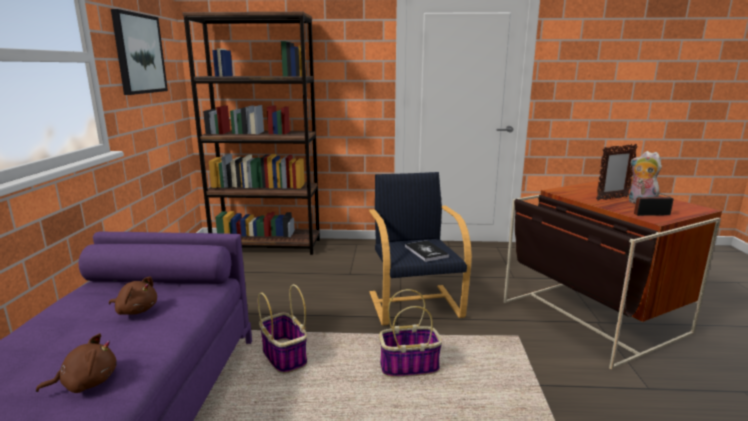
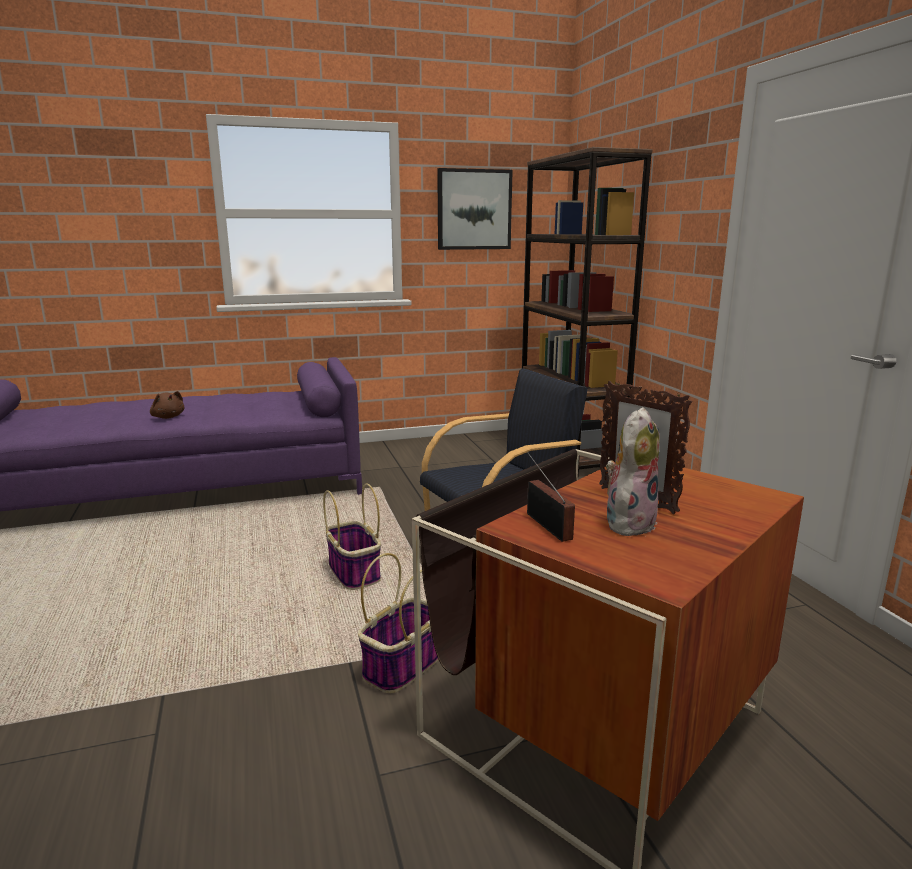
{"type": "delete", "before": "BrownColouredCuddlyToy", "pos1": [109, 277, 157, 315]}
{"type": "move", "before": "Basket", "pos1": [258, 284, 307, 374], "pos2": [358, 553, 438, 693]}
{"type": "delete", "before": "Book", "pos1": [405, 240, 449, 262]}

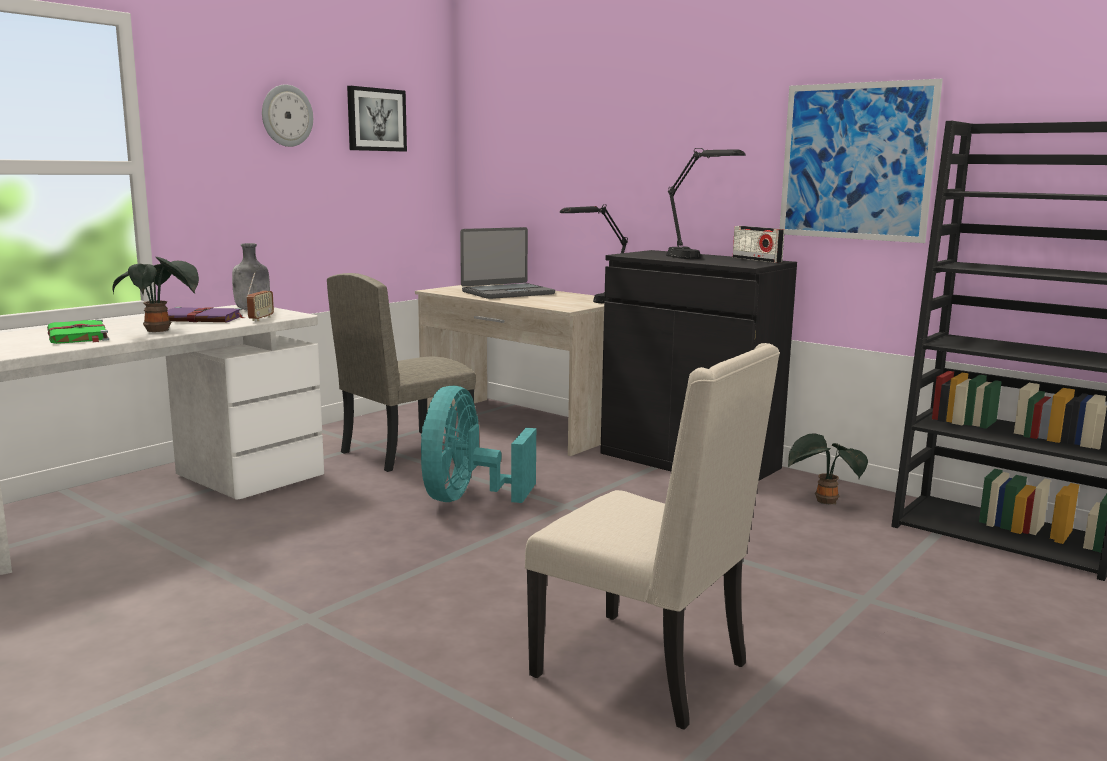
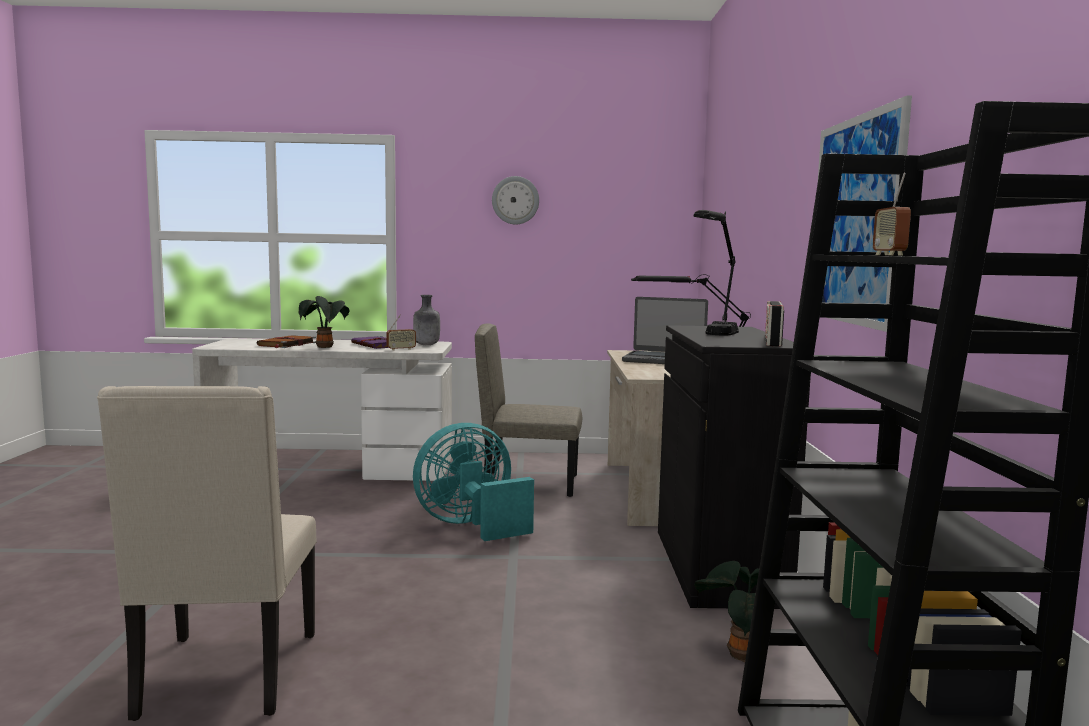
{"type": "recolor", "before": "GreenishBook", "after": "BrownColouredBook", "pos1": [47, 319, 109, 344], "pos2": [257, 335, 316, 348]}
{"type": "delete", "before": "Picture", "pos1": [347, 86, 407, 152]}
{"type": "insert", "after": "RadioReceiver", "pos2": [873, 173, 911, 256]}

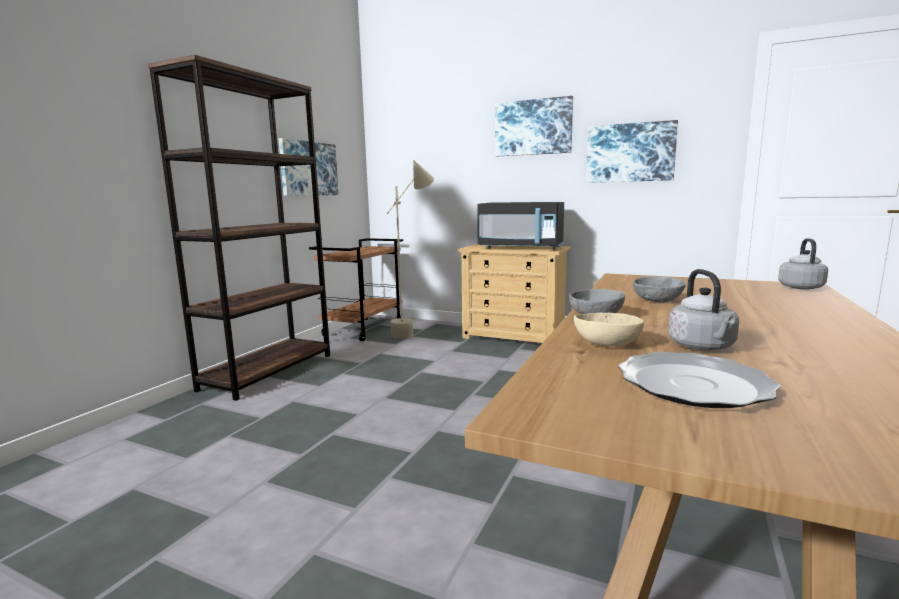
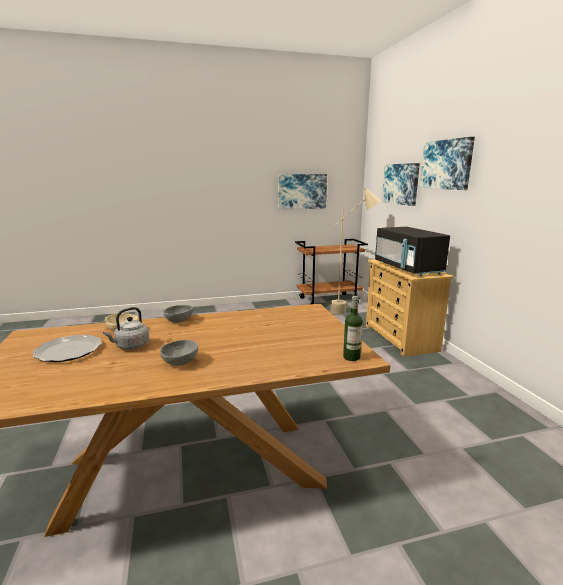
{"type": "delete", "before": "BrownColouredBookshelf", "pos1": [148, 55, 330, 401]}
{"type": "move", "before": "Picture", "pos1": [586, 120, 678, 183], "pos2": [382, 163, 420, 206]}
{"type": "move", "before": "GreyishDeepDish", "pos1": [633, 276, 686, 302], "pos2": [160, 340, 198, 366]}
{"type": "replace", "before": "GreyishWaterKettle", "after": "DrinkBottle", "pos1": [778, 238, 828, 290], "pos2": [343, 296, 363, 361]}

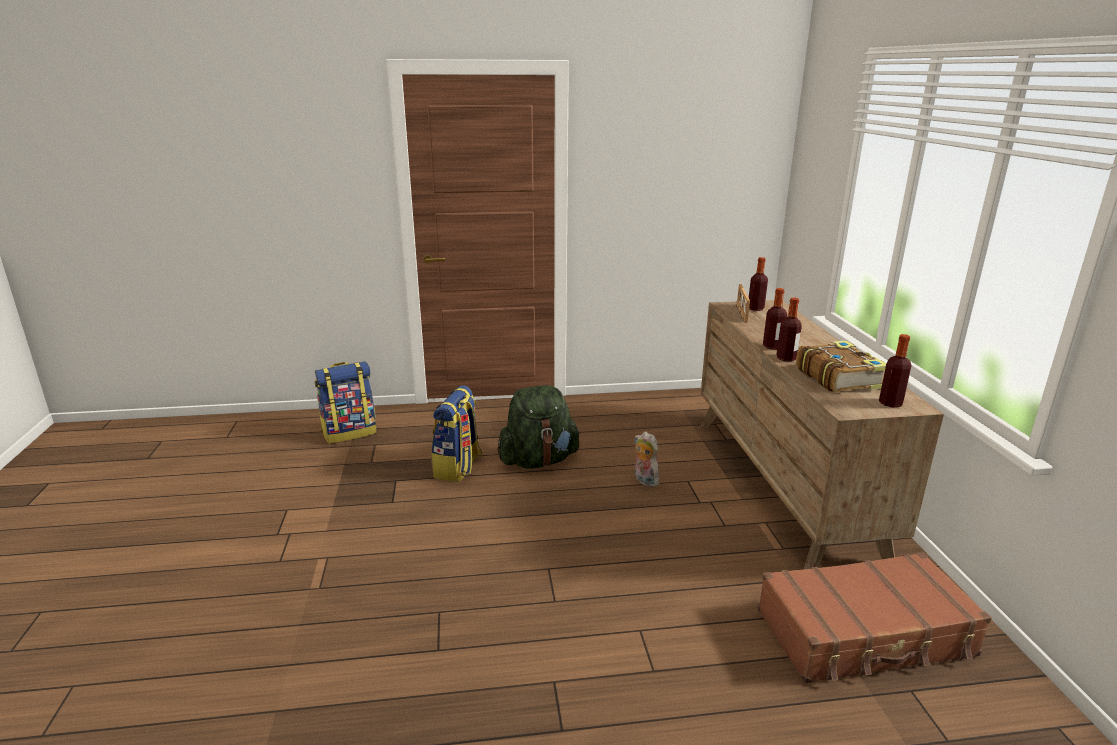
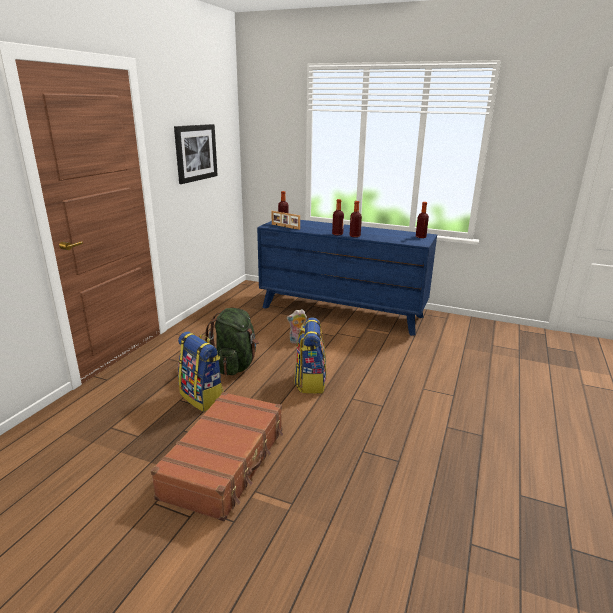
{"type": "move", "before": "Knapsack", "pos1": [315, 361, 377, 444], "pos2": [294, 317, 326, 394]}
{"type": "recolor", "before": "BrownColouredDrawerChest", "after": "BlueDrawerChest", "pos1": [701, 300, 944, 569], "pos2": [257, 220, 437, 336]}
{"type": "move", "before": "BrownColouredPieceOfLuggage", "pos1": [758, 552, 992, 683], "pos2": [151, 392, 283, 521]}
{"type": "delete", "before": "Book", "pos1": [796, 340, 886, 393]}
{"type": "insert", "after": "Picture", "pos2": [174, 124, 218, 184]}

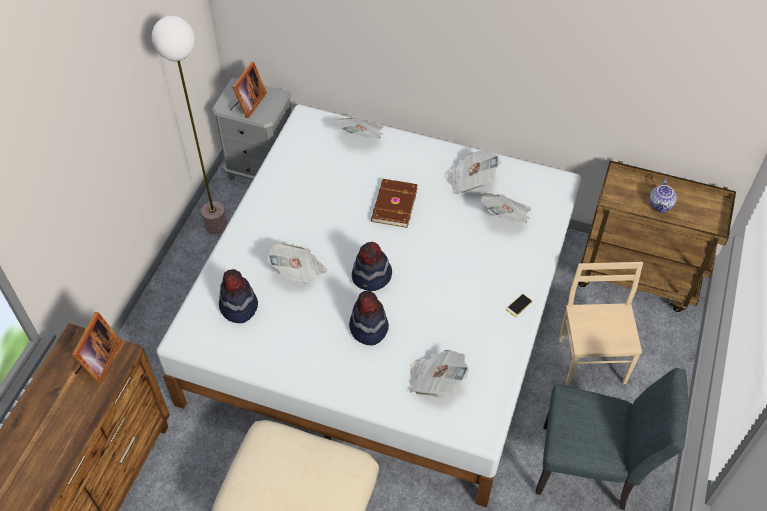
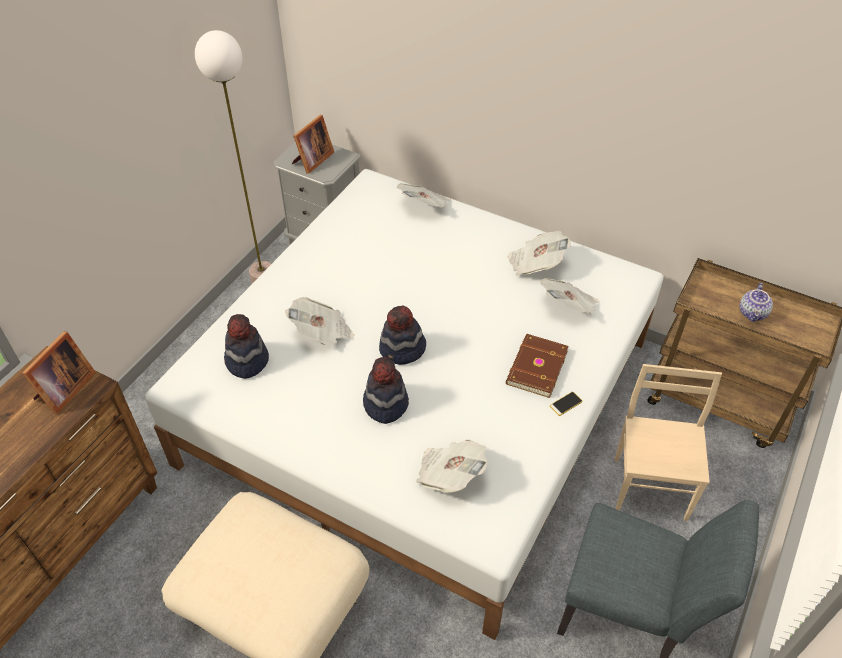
{"type": "move", "before": "BrownColouredBook", "pos1": [371, 179, 418, 228], "pos2": [506, 334, 569, 398]}

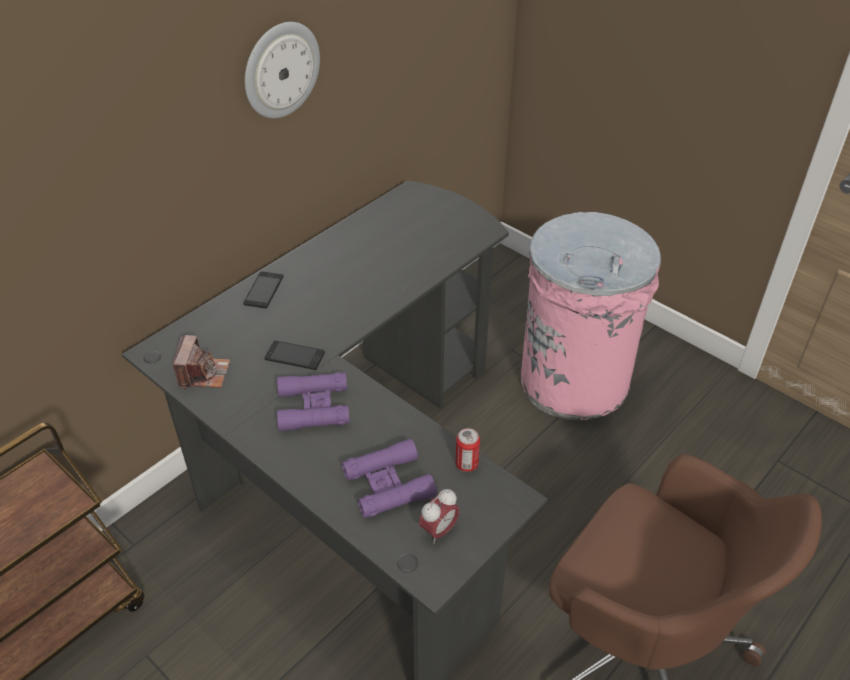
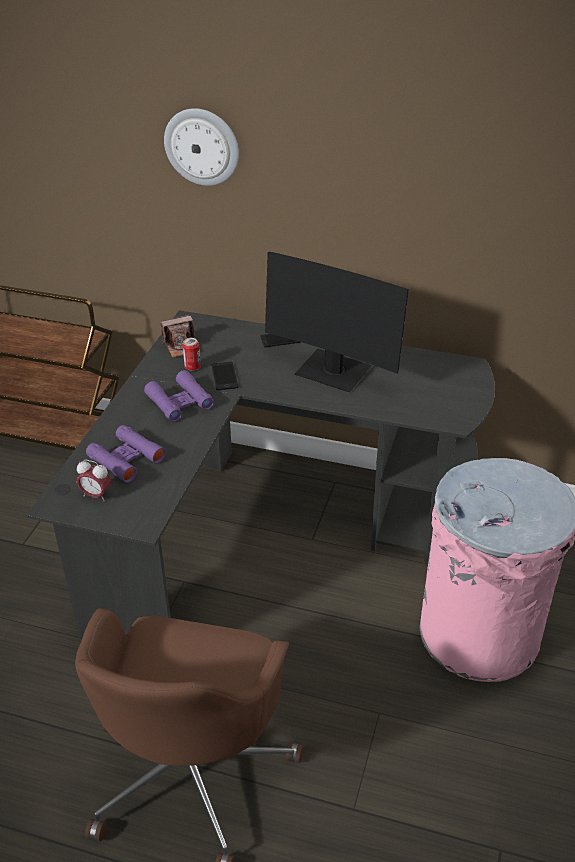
{"type": "move", "before": "HangingClock", "pos1": [245, 22, 320, 118], "pos2": [164, 108, 239, 186]}
{"type": "move", "before": "SealedCan", "pos1": [456, 428, 480, 472], "pos2": [183, 338, 201, 371]}
{"type": "insert", "after": "Monitor", "pos2": [265, 252, 409, 392]}

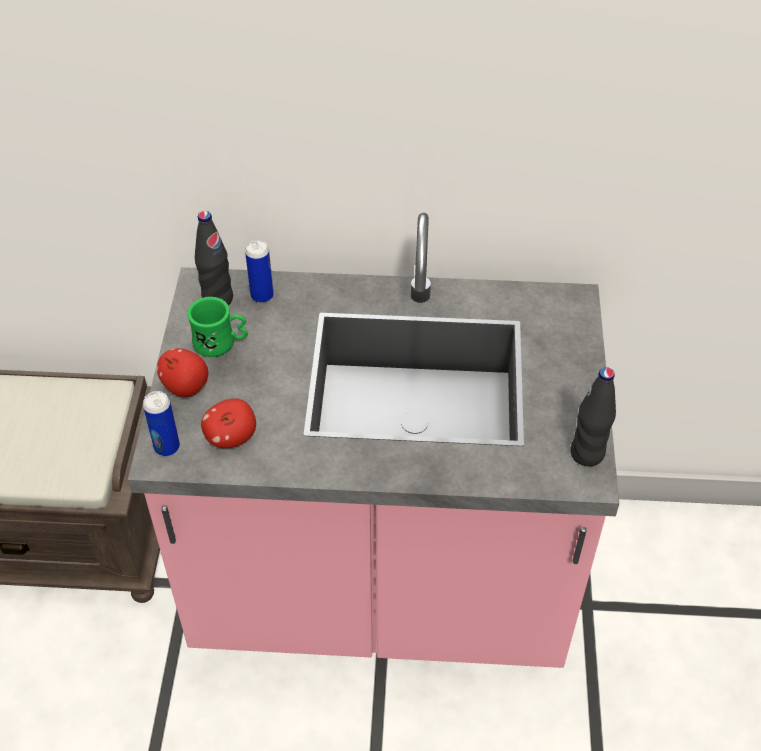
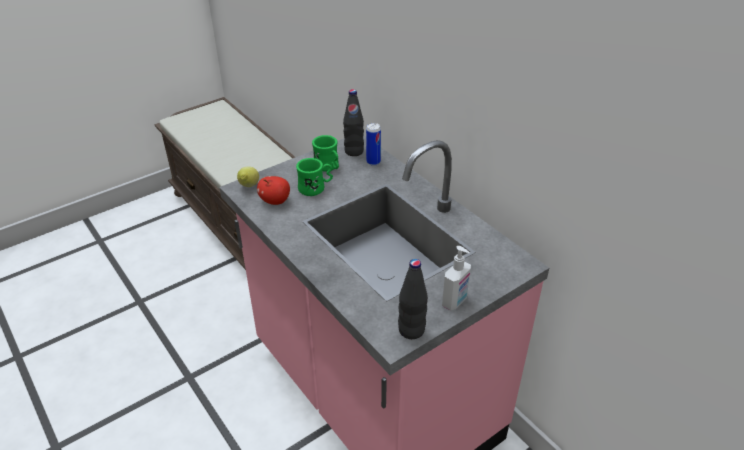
{"type": "replace", "before": "SealedCan", "after": "Lemon", "pos1": [143, 391, 180, 456], "pos2": [237, 167, 259, 187]}
{"type": "delete", "before": "AppleFruit", "pos1": [157, 348, 208, 397]}
{"type": "insert", "after": "GreenishCoffeeMug", "pos2": [296, 158, 333, 196]}
{"type": "insert", "after": "SoapBottle", "pos2": [442, 246, 471, 311]}

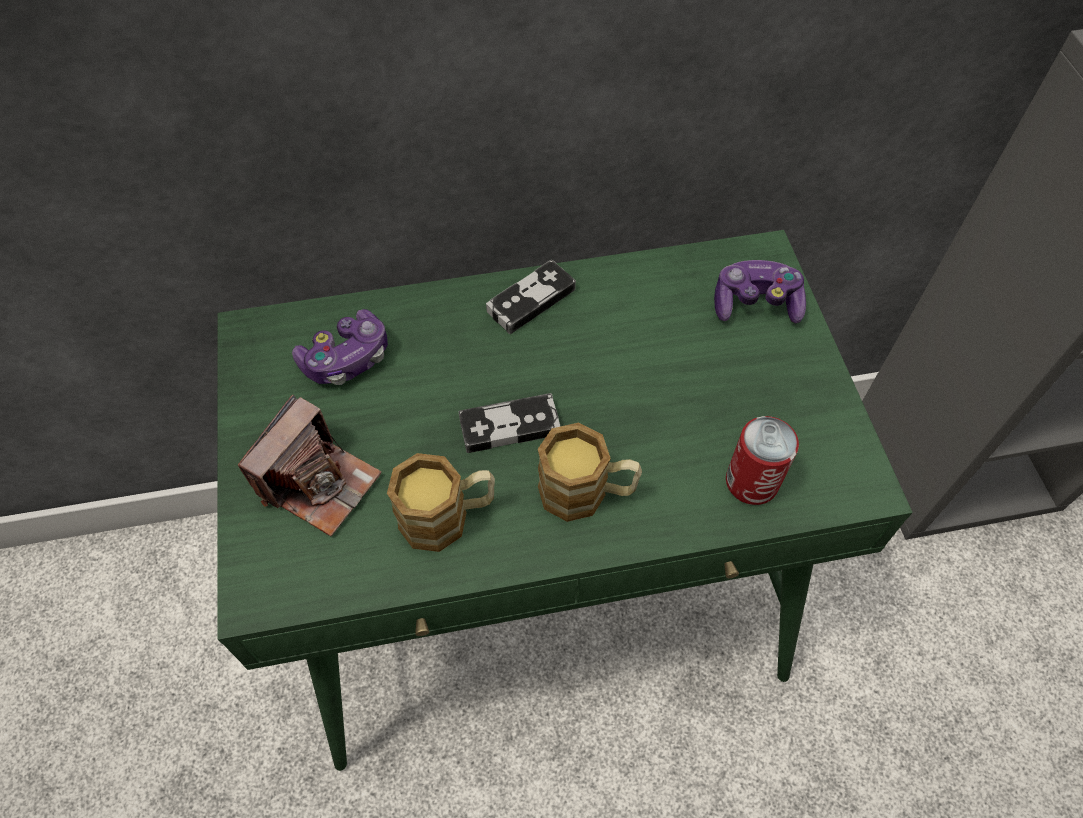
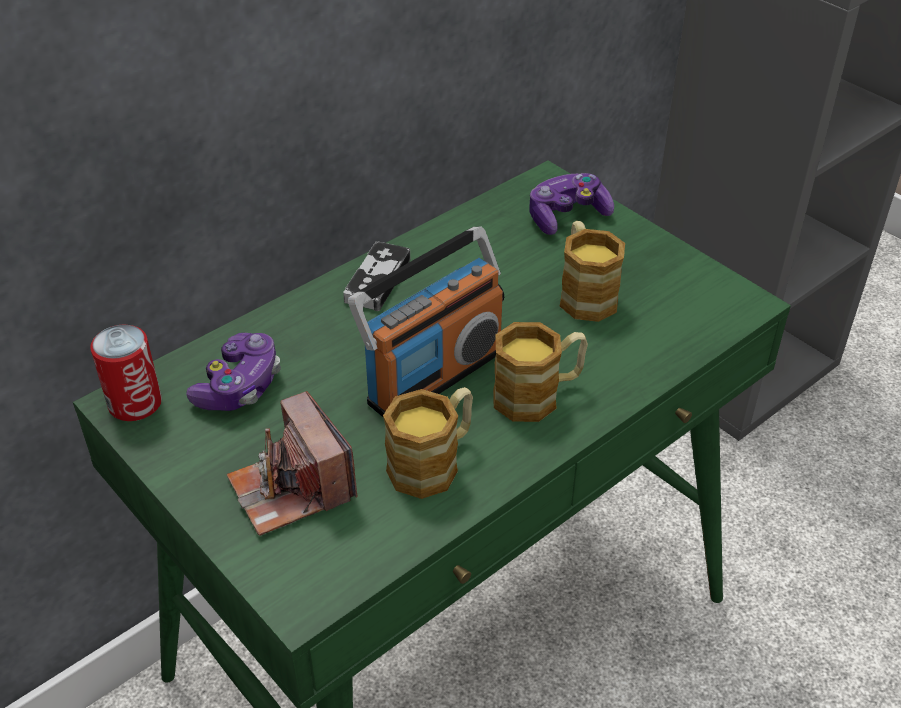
{"type": "rotate", "before": "StillCamera", "pos1": [238, 395, 382, 536], "pos2": [227, 391, 358, 536], "turn": 150}
{"type": "replace", "before": "Gamepad", "after": "RadioReceiver", "pos1": [459, 393, 560, 453], "pos2": [348, 226, 504, 417]}
{"type": "move", "before": "SealedCan", "pos1": [726, 416, 799, 505], "pos2": [90, 325, 162, 421]}
{"type": "insert", "after": "CoffeeMug", "pos2": [560, 221, 625, 322]}

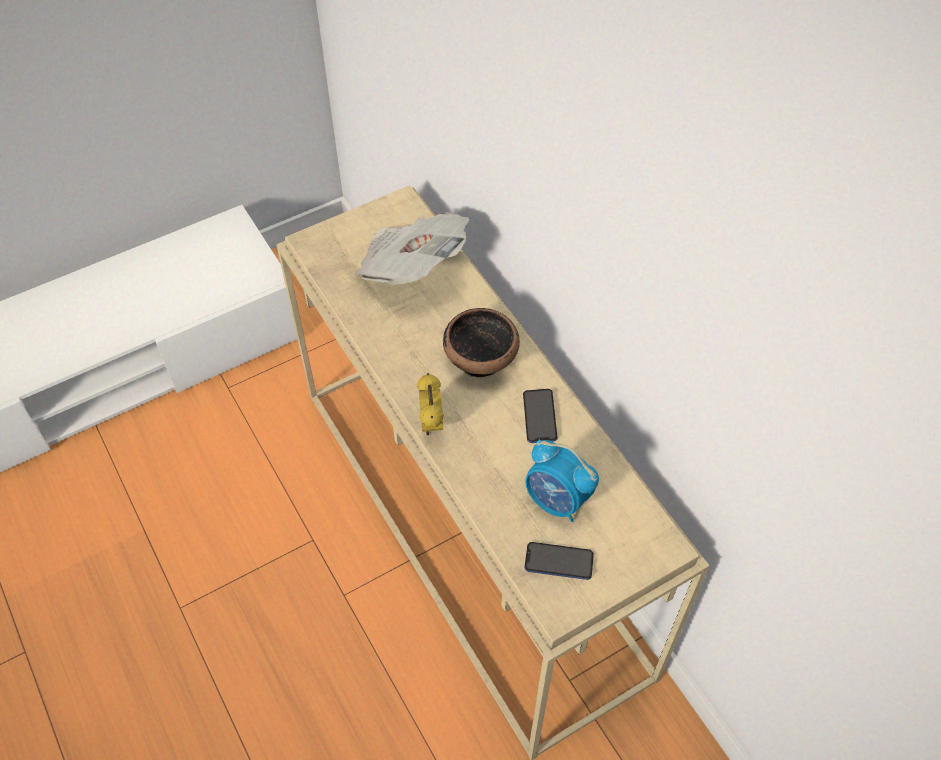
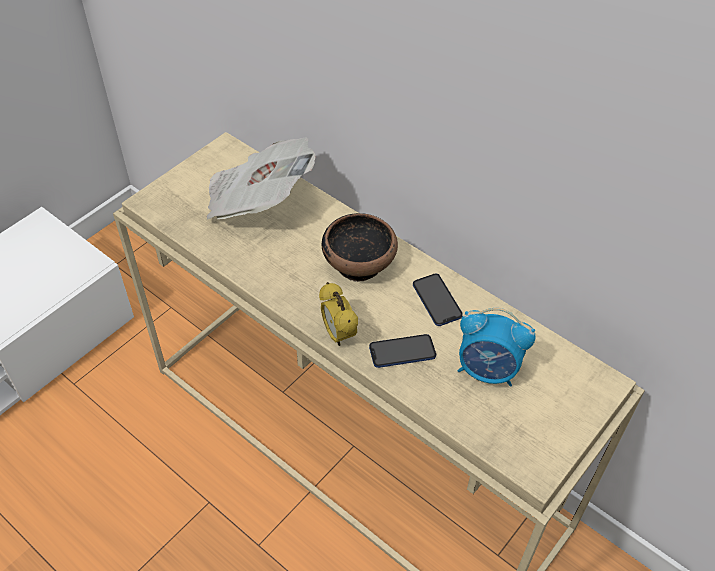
{"type": "move", "before": "Telephone", "pos1": [525, 542, 594, 580], "pos2": [369, 334, 436, 368]}

